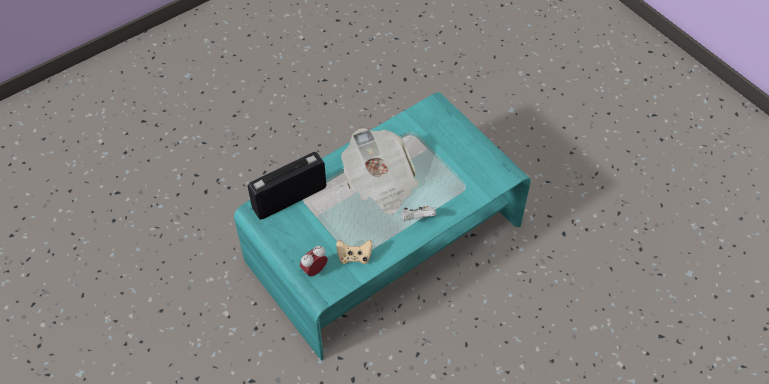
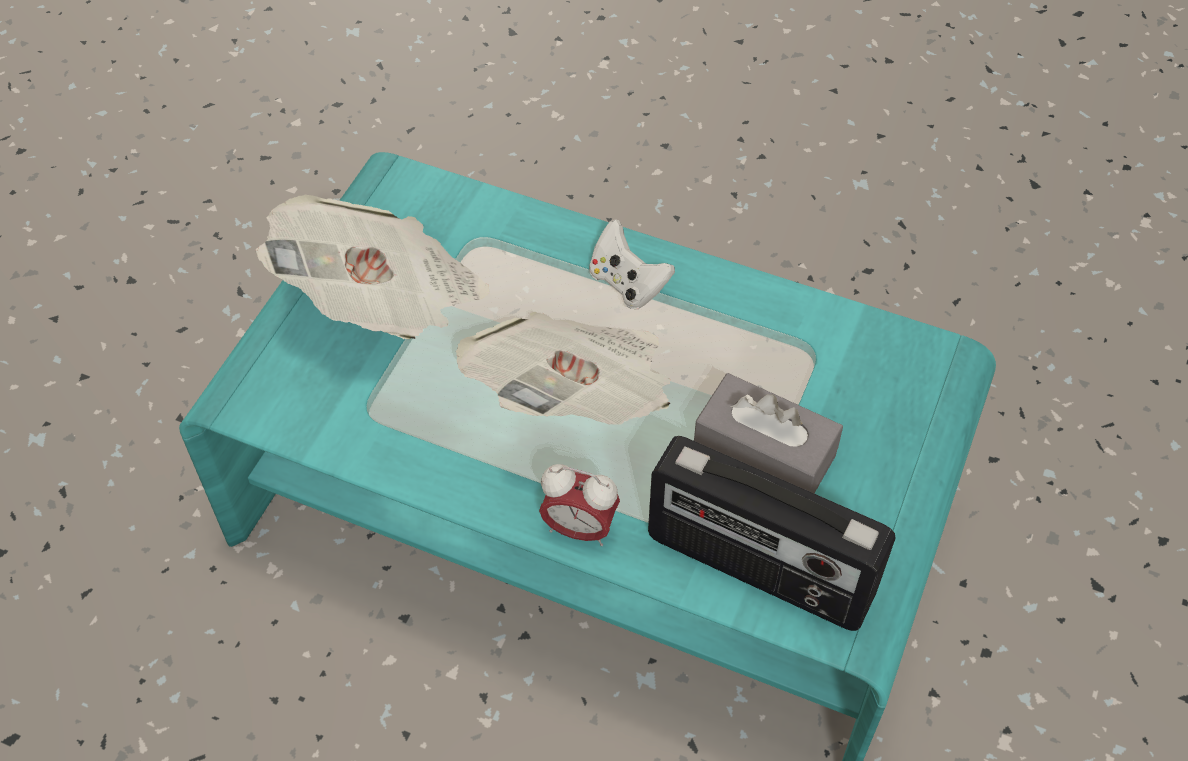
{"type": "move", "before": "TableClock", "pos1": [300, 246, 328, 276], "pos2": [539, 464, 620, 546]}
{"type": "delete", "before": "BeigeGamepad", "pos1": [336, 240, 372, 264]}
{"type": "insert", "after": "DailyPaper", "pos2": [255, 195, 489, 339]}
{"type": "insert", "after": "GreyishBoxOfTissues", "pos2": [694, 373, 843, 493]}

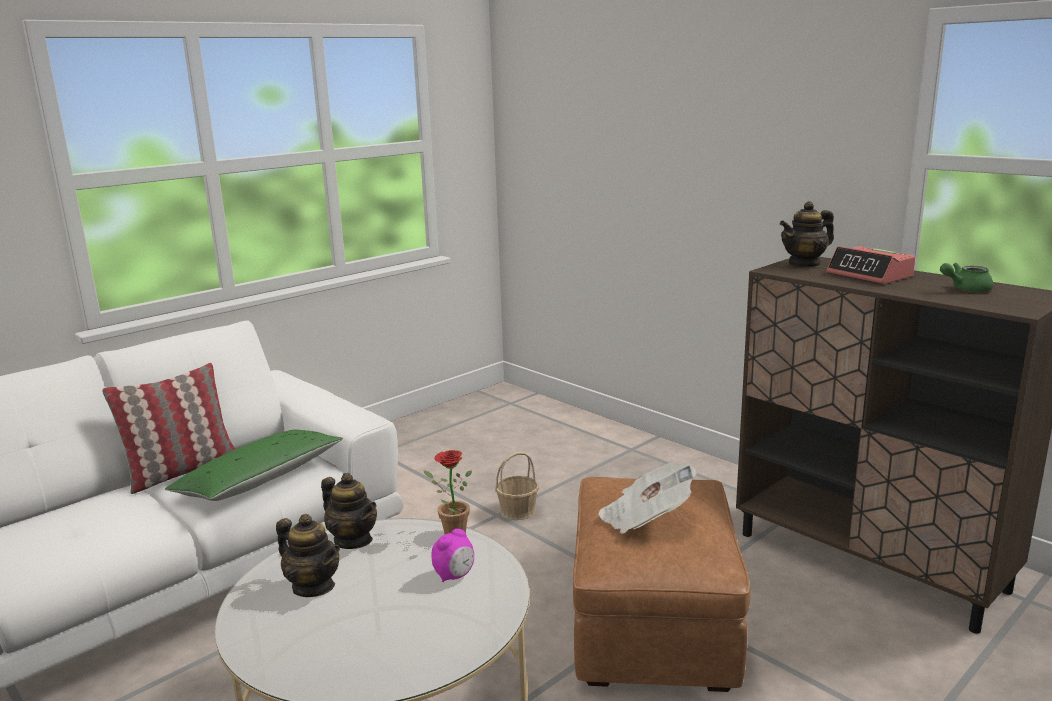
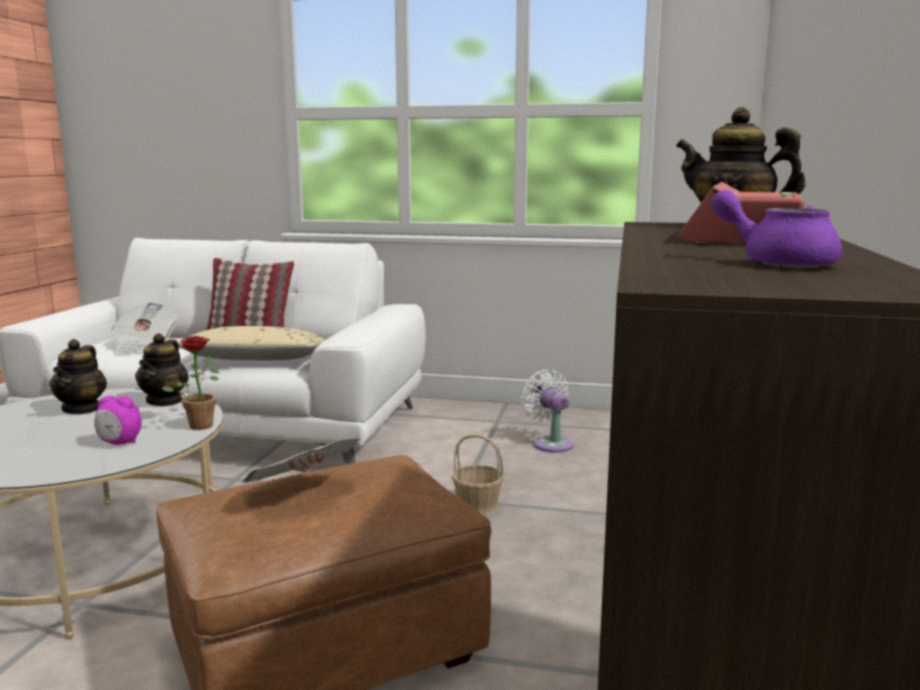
{"type": "recolor", "before": "GreenishPillow", "after": "BeigePillow", "pos1": [165, 430, 343, 501], "pos2": [178, 326, 325, 360]}
{"type": "recolor", "before": "GreenishPotForTea", "after": "PurplePotForTea", "pos1": [940, 263, 993, 292], "pos2": [711, 190, 842, 268]}
{"type": "insert", "after": "DailyPaper", "pos2": [111, 302, 179, 354]}
{"type": "insert", "after": "WhiteColouredCoolingFan", "pos2": [521, 369, 573, 453]}

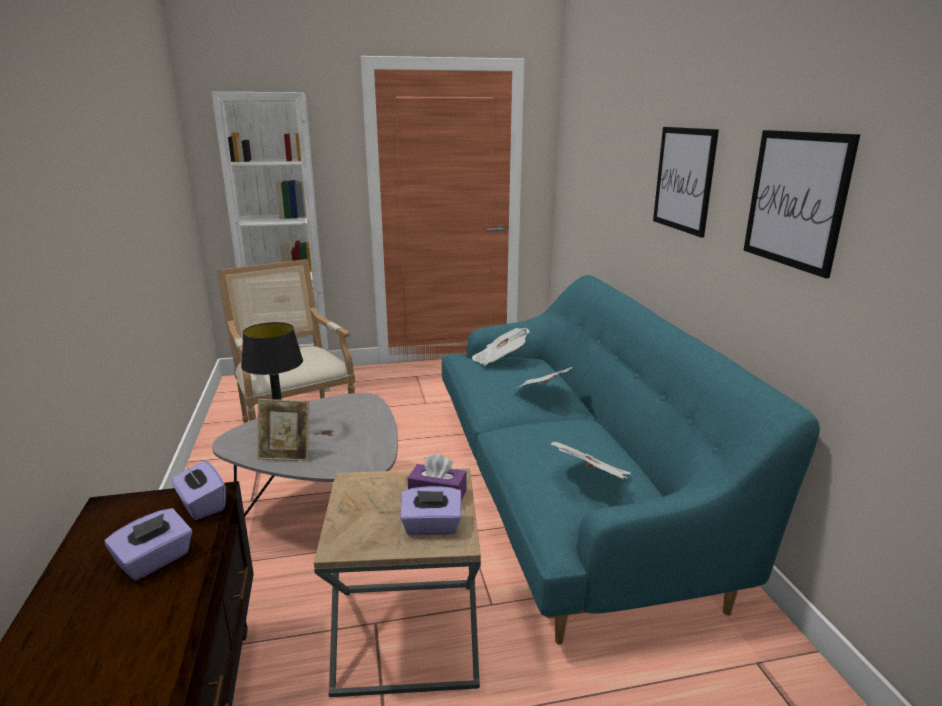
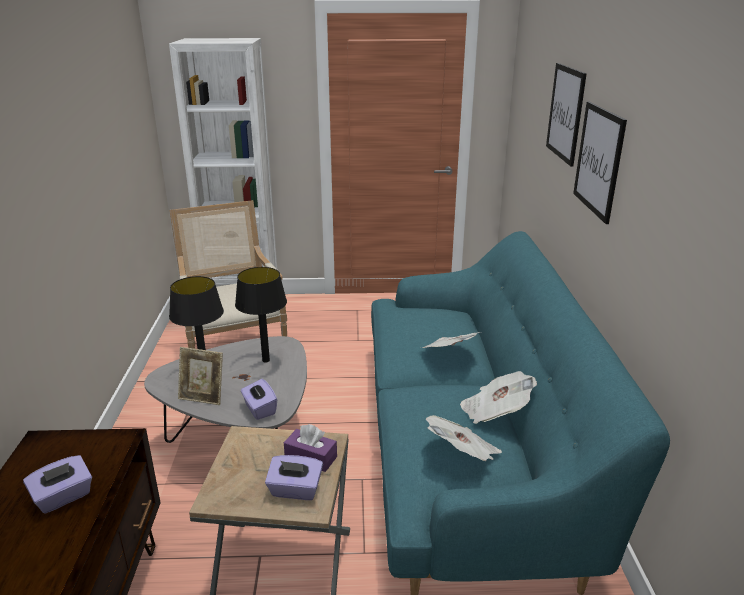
{"type": "move", "before": "PurpleBoxOfTissues", "pos1": [171, 461, 226, 520], "pos2": [241, 379, 277, 420]}
{"type": "move", "before": "DailyPaper", "pos1": [472, 328, 530, 366], "pos2": [460, 371, 537, 424]}
{"type": "move", "before": "Picture", "pos1": [743, 130, 860, 278], "pos2": [546, 63, 587, 167]}
{"type": "insert", "after": "BlackTabletopLamp", "pos2": [235, 267, 287, 363]}

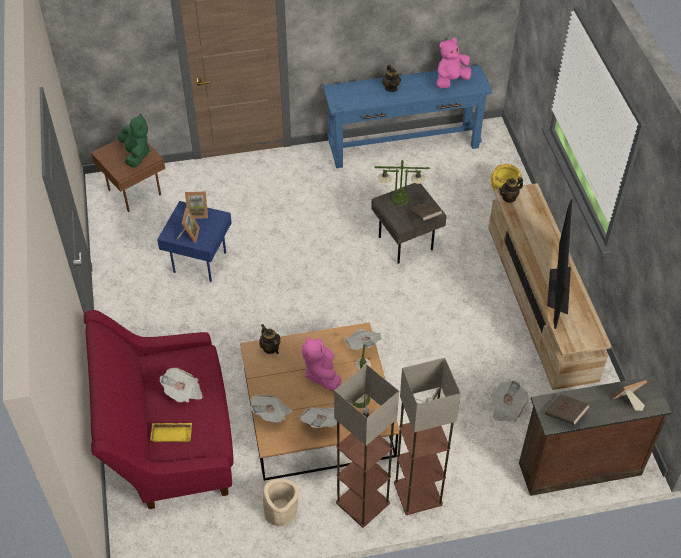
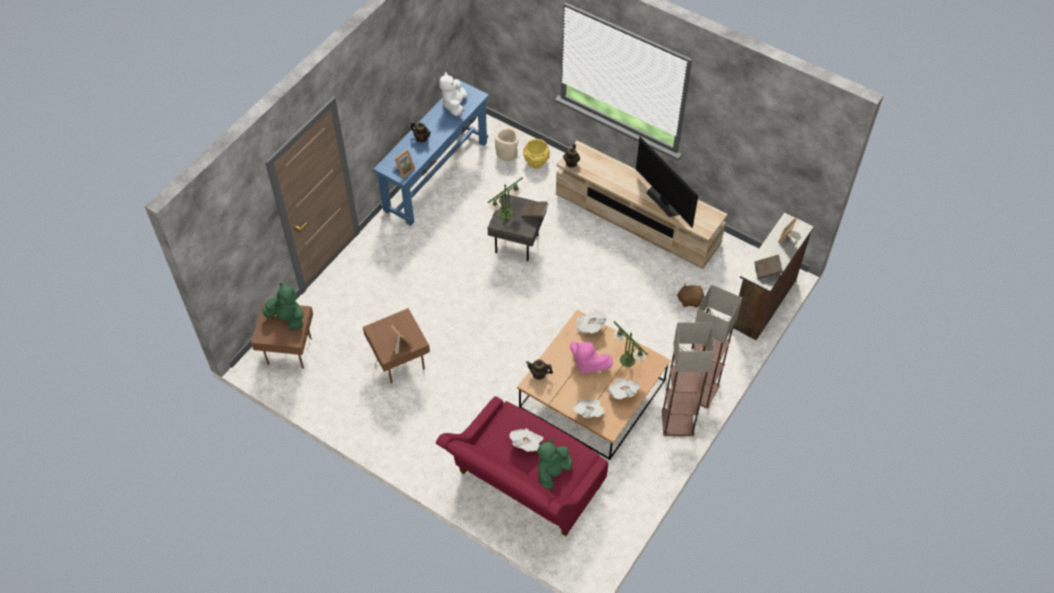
{"type": "replace", "before": "YellowServingTray", "after": "GreenishCuddlyToy", "pos1": [150, 423, 192, 442], "pos2": [537, 439, 572, 490]}
{"type": "recolor", "before": "BlueEndTable", "after": "BrownColouredEndTable", "pos1": [157, 201, 232, 282], "pos2": [363, 308, 430, 384]}
{"type": "move", "before": "PhotoFrame", "pos1": [185, 192, 208, 219], "pos2": [393, 149, 415, 178]}
{"type": "move", "before": "BeigePlanter", "pos1": [263, 479, 299, 526], "pos2": [495, 128, 519, 161]}
{"type": "recolor", "before": "PinkCuddlyToy", "after": "WhiteColouredCuddlyToy", "pos1": [437, 38, 471, 88], "pos2": [439, 72, 467, 116]}
{"type": "replace", "before": "DailyPaper", "after": "BrownColouredCuddlyToy", "pos1": [491, 380, 529, 422], "pos2": [676, 283, 704, 307]}

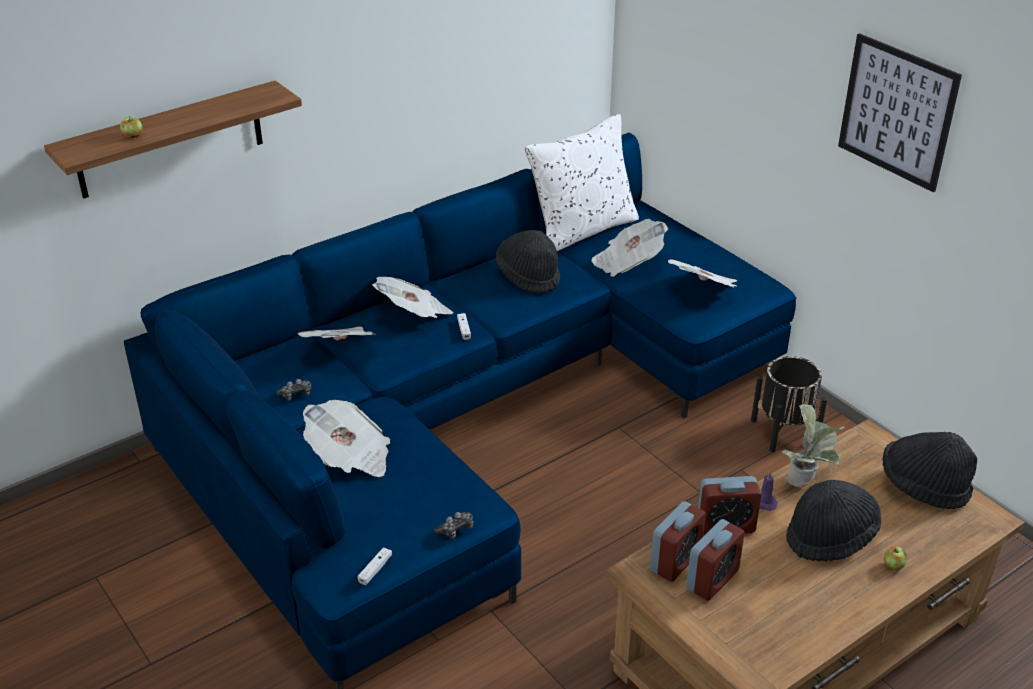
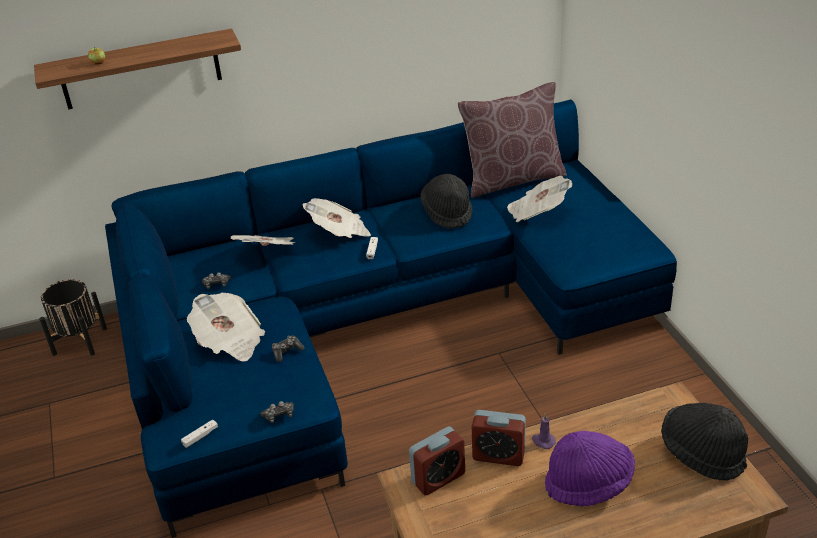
{"type": "recolor", "before": "WhiteColouredPillow", "after": "BrownColouredPillow", "pos1": [525, 114, 639, 251], "pos2": [458, 82, 566, 198]}
{"type": "delete", "before": "DailyPaper", "pos1": [668, 259, 737, 288]}
{"type": "delete", "before": "TableClock", "pos1": [686, 519, 745, 601]}
{"type": "move", "before": "BlackPlanter", "pos1": [751, 356, 827, 452], "pos2": [39, 279, 107, 356]}
{"type": "delete", "before": "Houseplant", "pos1": [781, 403, 845, 487]}
{"type": "recolor", "before": "BlackWearableHat", "after": "PurpleWearableHat", "pos1": [786, 480, 881, 561], "pos2": [545, 431, 635, 507]}
{"type": "delete", "before": "Picture", "pos1": [838, 33, 962, 192]}
{"type": "delete", "before": "AppleFruit", "pos1": [884, 546, 907, 570]}
{"type": "insert", "after": "Gamepad", "pos2": [272, 336, 304, 362]}

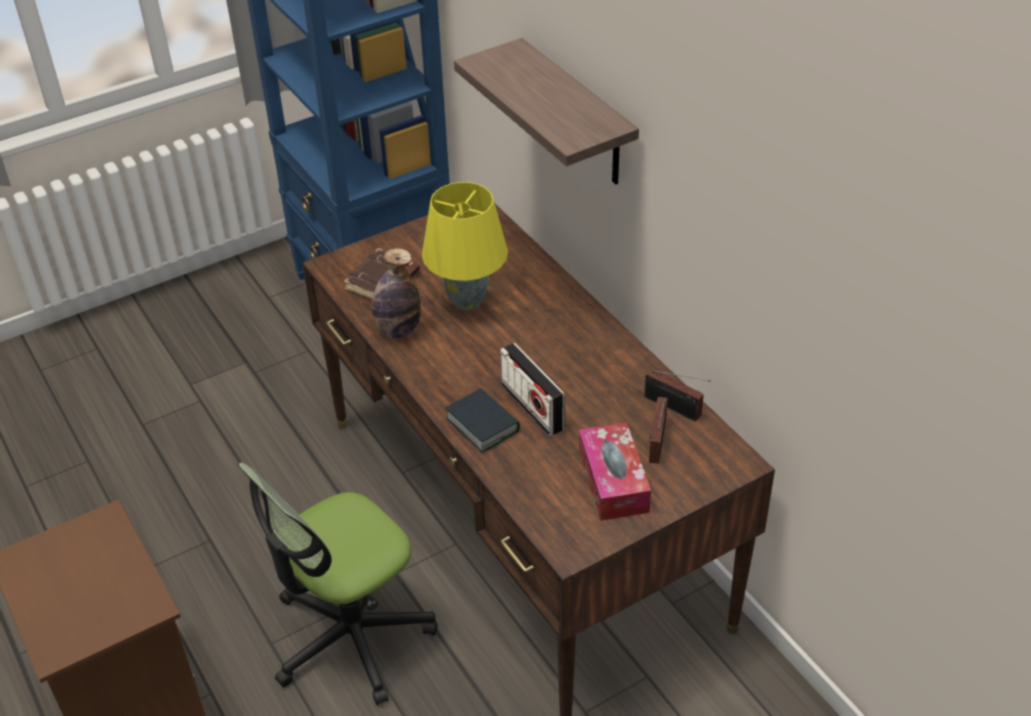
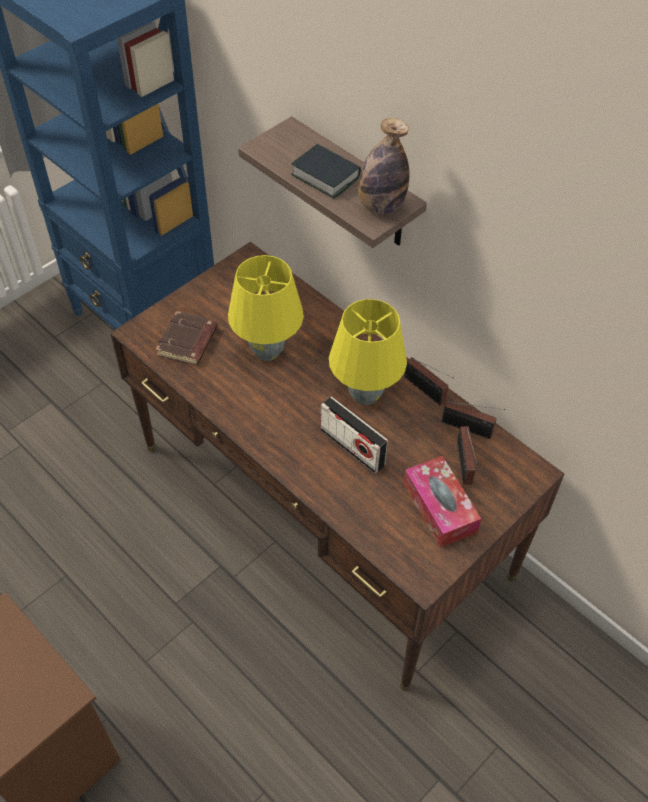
{"type": "delete", "before": "ComputerChair", "pos1": [238, 462, 438, 705]}
{"type": "move", "before": "DrinkBottle", "pos1": [372, 248, 421, 339], "pos2": [358, 118, 409, 215]}
{"type": "move", "before": "Book", "pos1": [446, 388, 520, 453], "pos2": [291, 144, 361, 199]}
{"type": "insert", "after": "YellowTabletopLamp", "pos2": [329, 299, 407, 405]}
{"type": "insert", "after": "RadioReceiver", "pos2": [404, 357, 454, 405]}

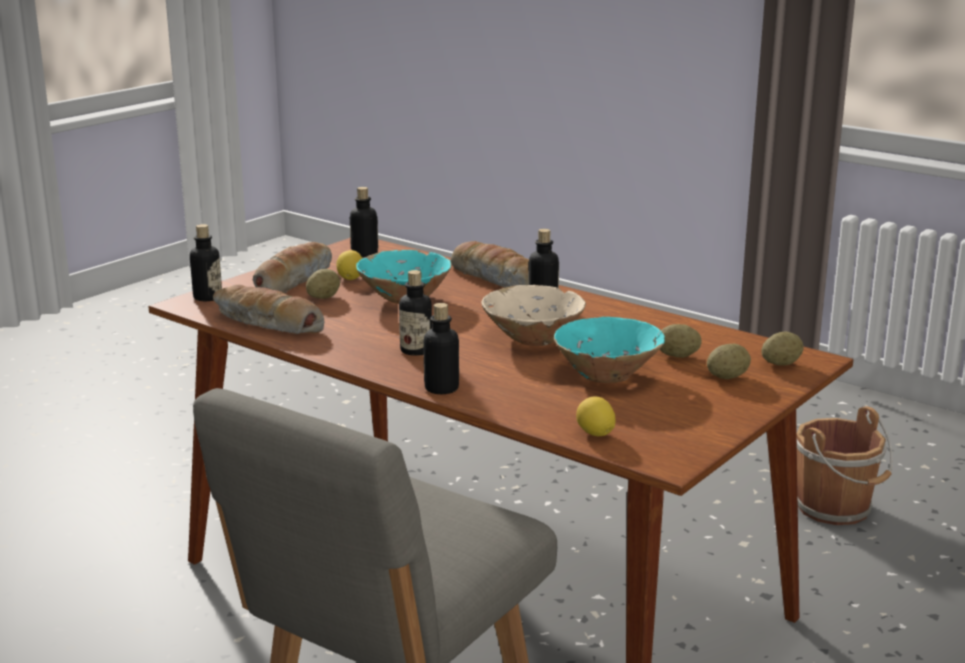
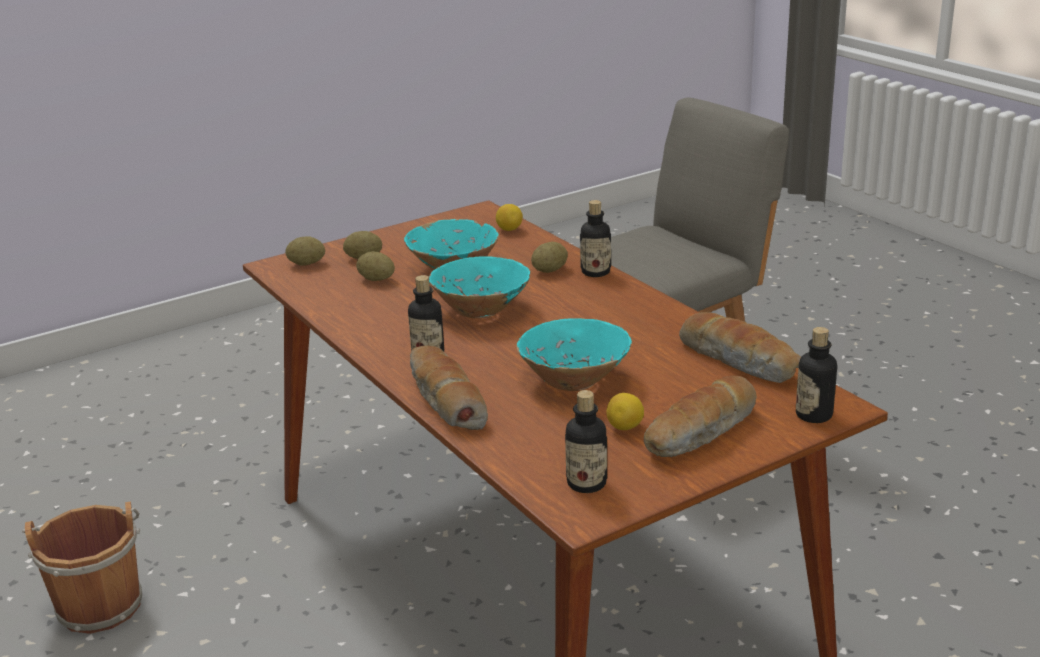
{"type": "move", "before": "Potato", "pos1": [306, 269, 340, 299], "pos2": [531, 242, 568, 273]}
{"type": "delete", "before": "DrinkBottle", "pos1": [399, 270, 432, 356]}
{"type": "recolor", "before": "BeigeDeepDish", "after": "BlueGreenDeepDish", "pos1": [481, 285, 586, 346], "pos2": [429, 256, 530, 319]}

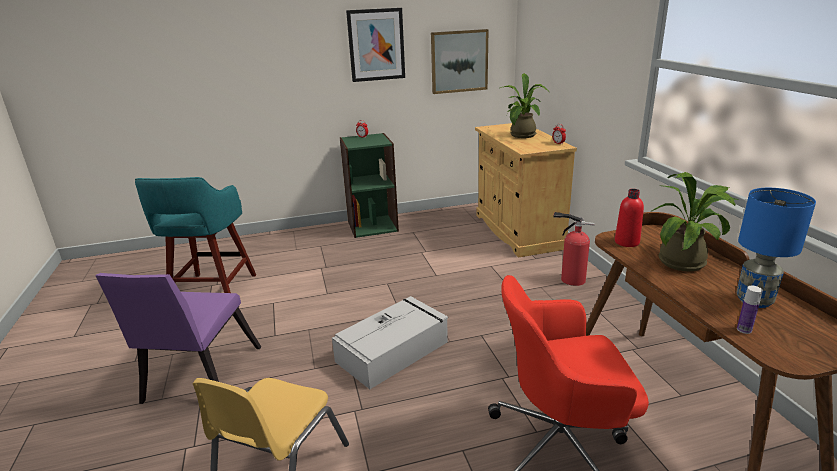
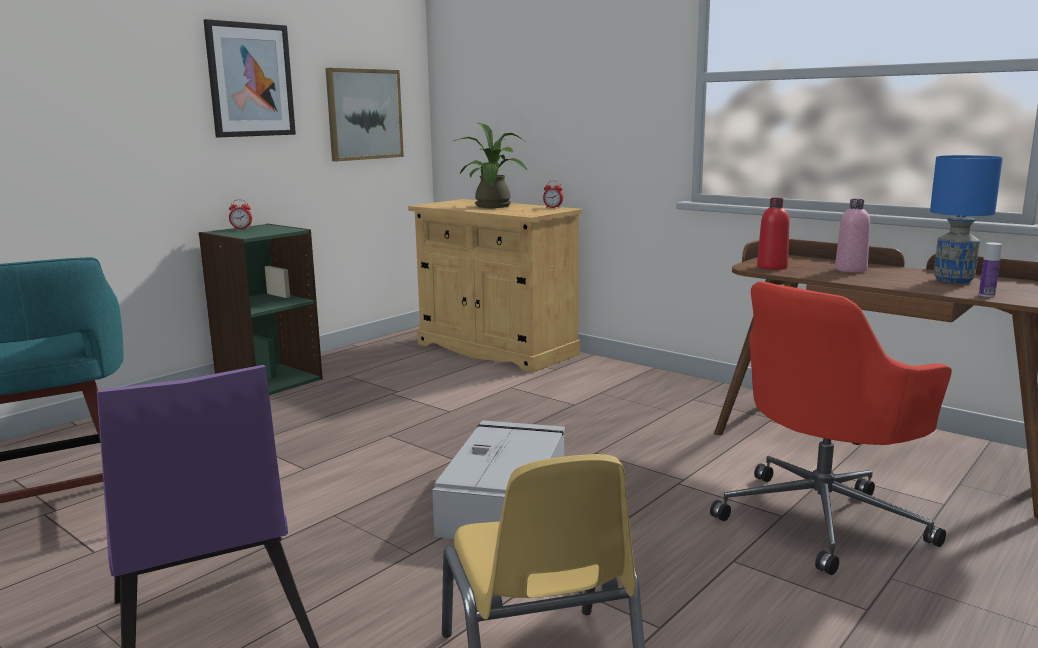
{"type": "delete", "before": "FireFightingCylinder", "pos1": [553, 212, 595, 286]}
{"type": "replace", "before": "Houseplant", "after": "PinkDrinkBottle", "pos1": [652, 172, 739, 271], "pos2": [835, 199, 870, 273]}

